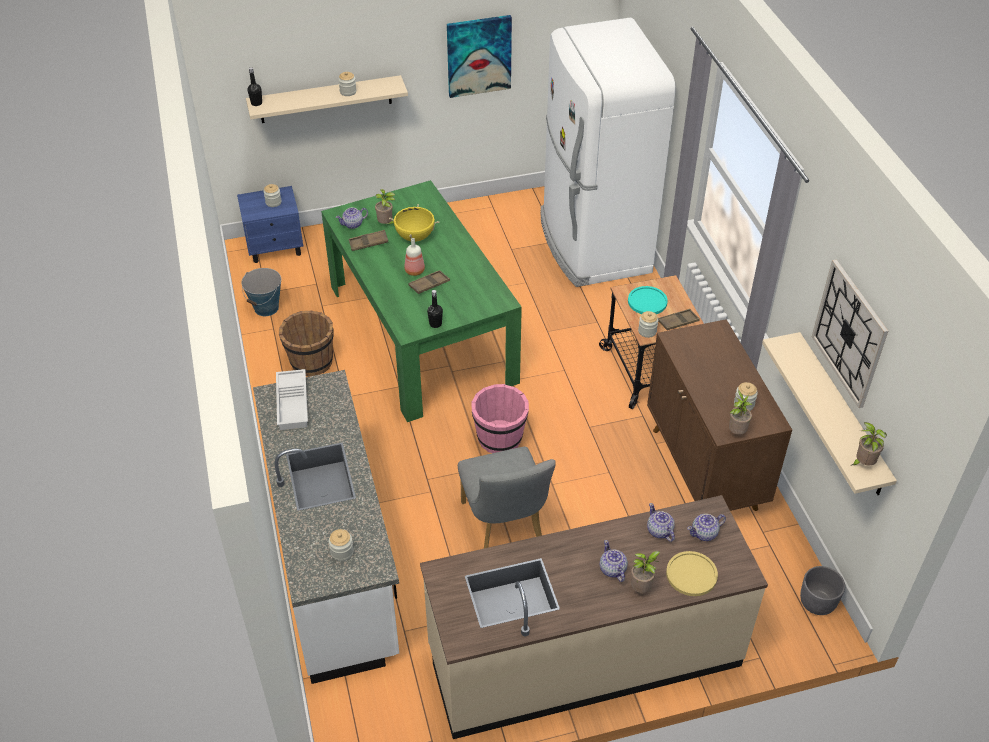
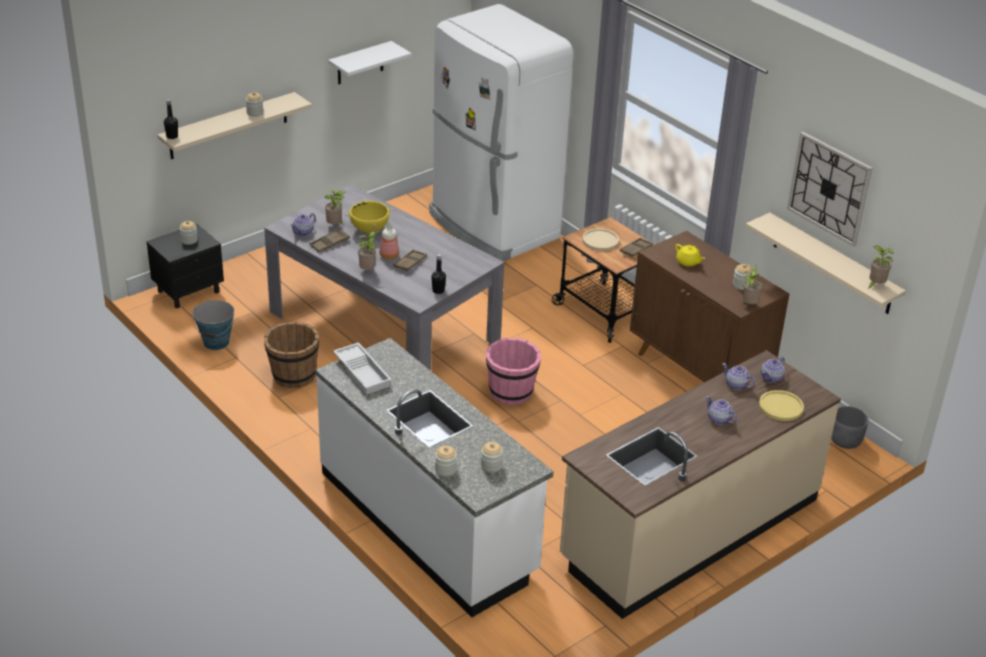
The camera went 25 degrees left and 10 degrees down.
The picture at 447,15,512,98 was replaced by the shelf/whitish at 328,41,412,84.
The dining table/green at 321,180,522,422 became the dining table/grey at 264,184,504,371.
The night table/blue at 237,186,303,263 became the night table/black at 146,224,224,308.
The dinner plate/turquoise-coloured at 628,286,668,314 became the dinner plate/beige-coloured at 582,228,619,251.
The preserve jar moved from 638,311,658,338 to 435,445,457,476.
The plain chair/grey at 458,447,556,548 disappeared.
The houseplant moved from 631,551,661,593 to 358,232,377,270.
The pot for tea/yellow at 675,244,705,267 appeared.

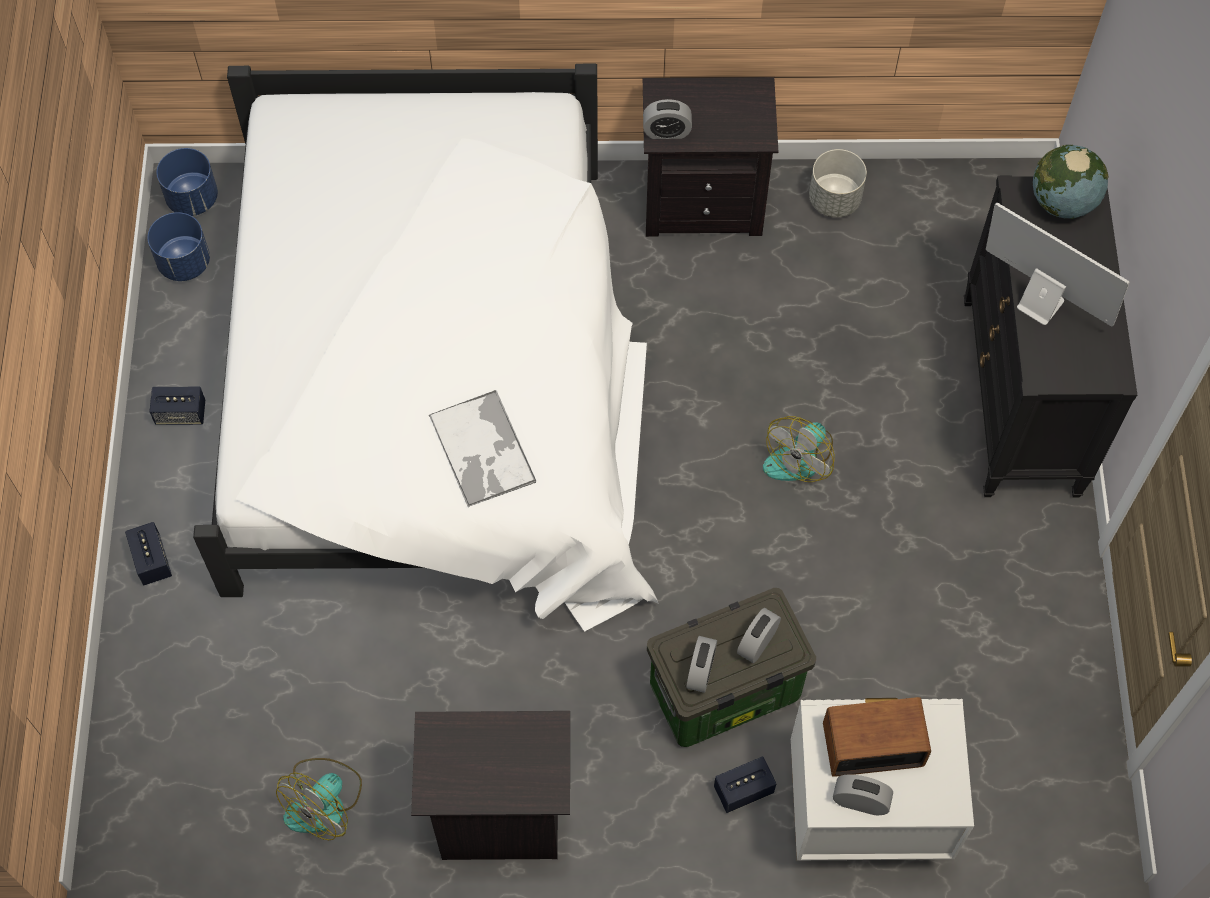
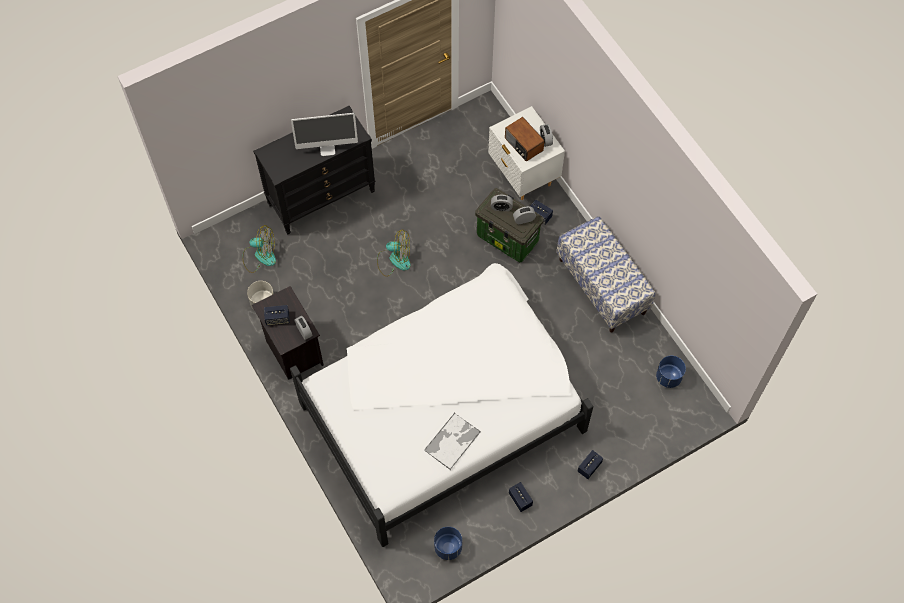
The camera went 120 degrees left and 0 degrees up.
The globe at 1033,145,1109,219 disappeared.
The planter/blue moved from 157,148,218,216 to 656,356,686,388.
The computer screen at 986,203,1130,326 turned 105 degrees counterclockwise.
The carrying tray moved from 429,390,536,507 to 424,413,481,470.
The night table/black at 411,711,570,860 was replaced by the indoor bench at 556,216,656,333.
The cooling fan moved from 276,758,362,840 to 242,225,276,273.
The speaker at 264,305,290,325 appeared.

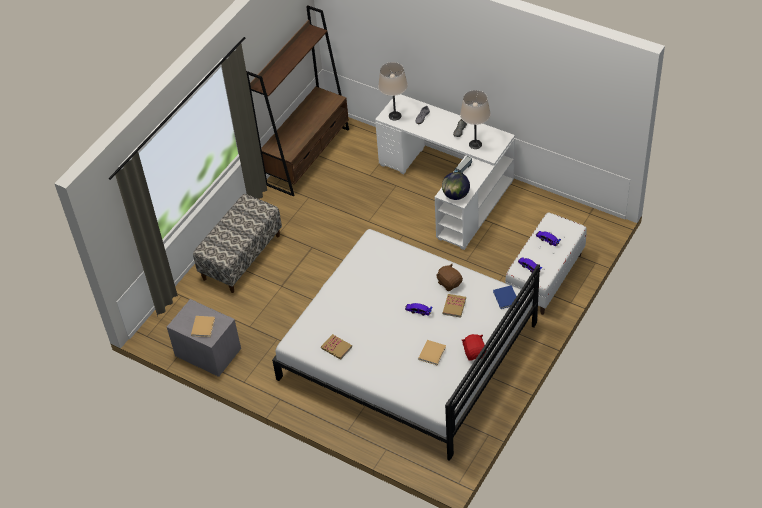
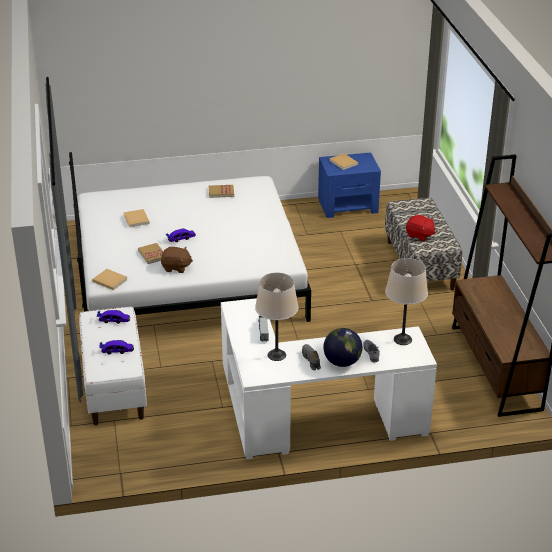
The camera went 135 degrees right and 15 degrees down.
The globe moved from 442,172,470,200 to 323,328,362,367.
The bound book/blue at 493,285,519,309 became the bound book/beige-coloured at 92,269,128,290.
The night table/grey at 167,299,241,377 became the night table/blue at 318,153,381,218.
The soft toy/red-coloured moved from 461,334,487,361 to 406,215,435,242.

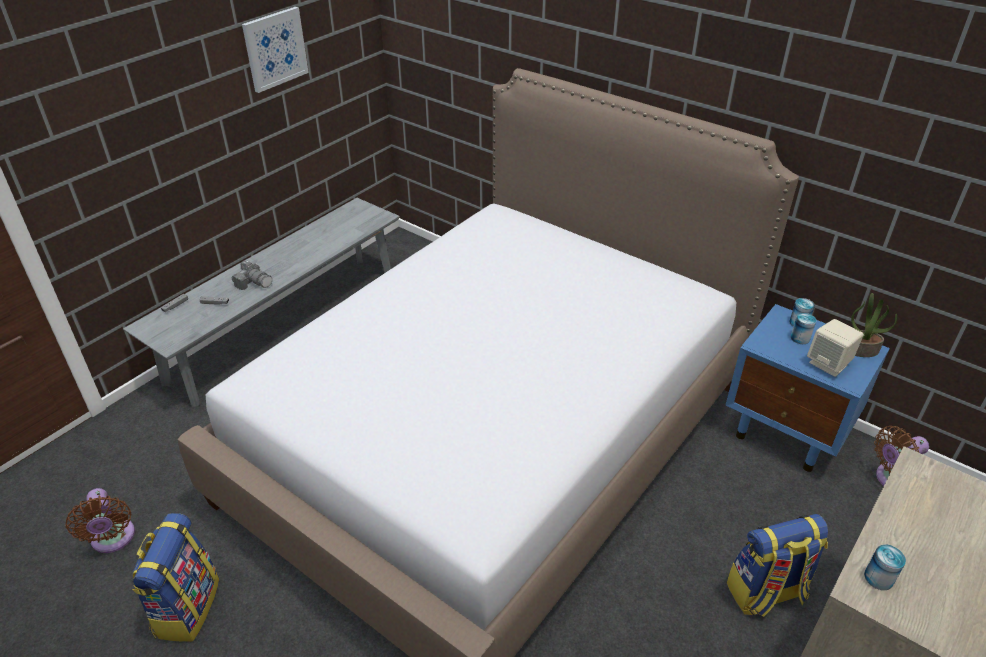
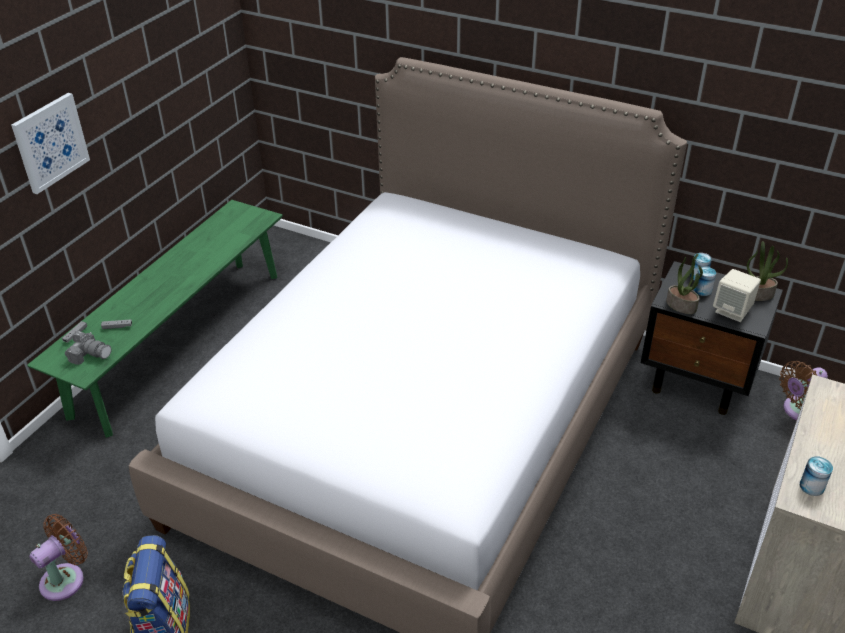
The camera went 10 degrees left and 0 degrees up.
The picture moved from 242,7,309,93 to 11,93,90,194.
The indoor bench/grey at 123,198,400,407 became the indoor bench/green at 27,200,283,438.
The still camera moved from 232,260,272,290 to 65,331,112,365.
The night table/blue at 726,304,890,472 became the night table/black at 641,261,783,415.
The cooling fan/brown-coloured at 66,488,135,553 turned 105 degrees counterclockwise.
The backpack at 727,514,828,617 disappeared.
The houseplant at 666,254,703,314 appeared.

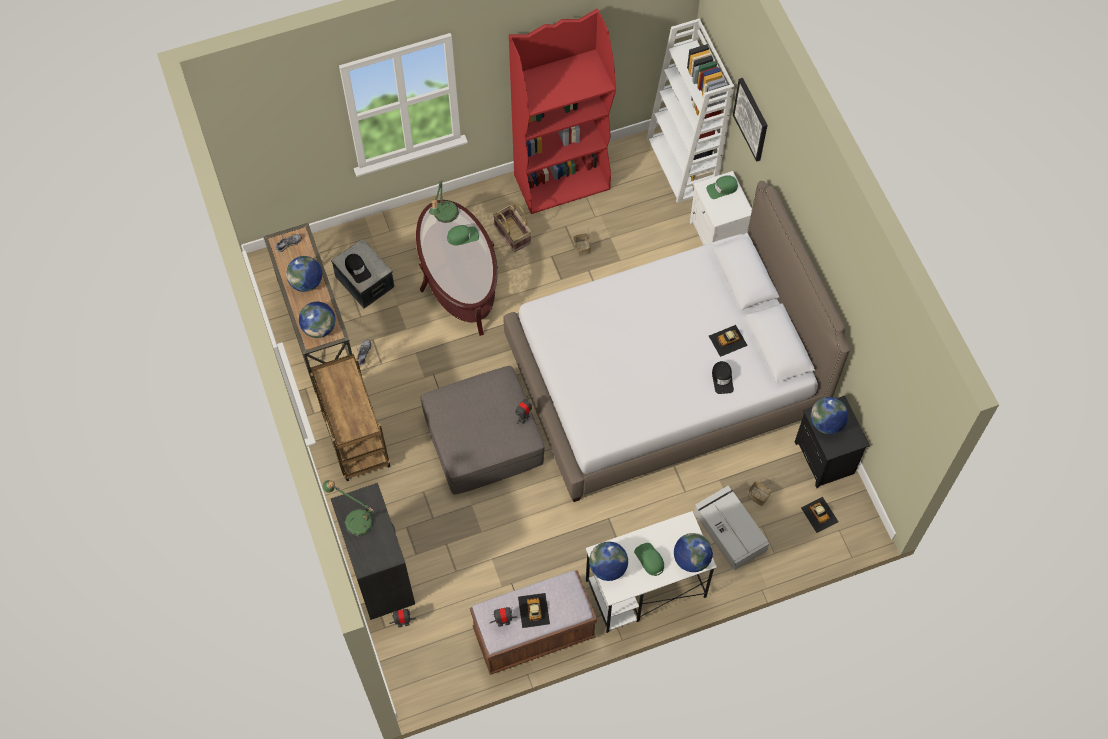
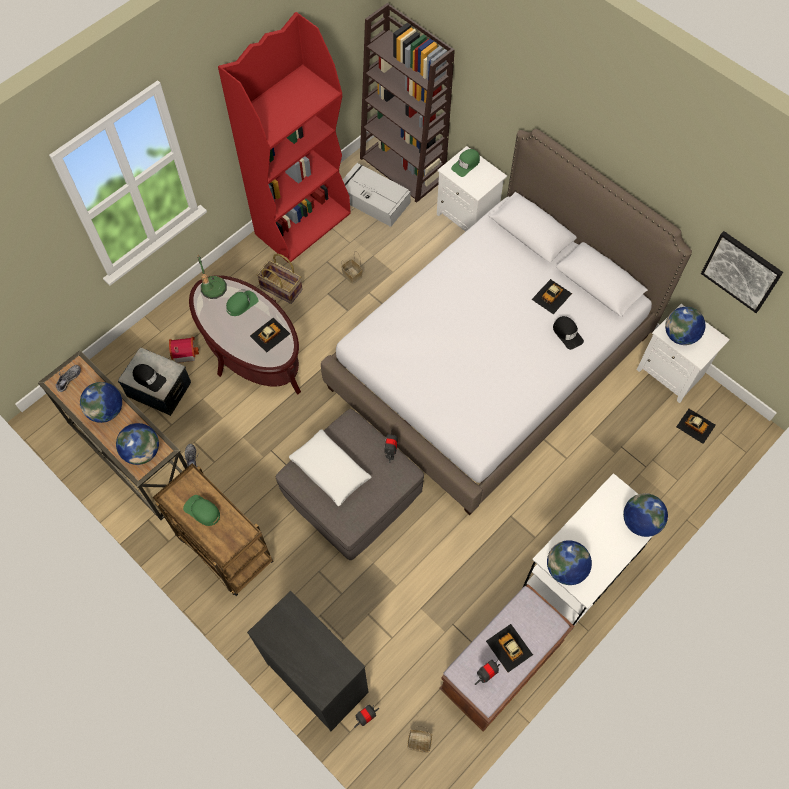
The camera went 25 degrees left and 0 degrees up.
The shelving unit/whitish at 647,18,734,203 became the shelving unit/brown-coloured at 360,3,455,203.
The picture moved from 733,78,768,162 to 701,231,783,313.
The night table/black at 795,396,870,488 became the night table/whitish at 637,304,730,403.
The storage basket moved from 748,475,771,506 to 407,726,432,753.
The lamp for a table at 322,480,375,536 disappeared.
The storage bin/grey moved from 694,485,769,570 to 343,163,411,227.
The baseball cap/green moved from 634,543,664,576 to 183,495,220,526.
The toy car at 250,317,290,353 appeared.
The model house at 169,337,199,363 appeared.
The cushion/whitish at 289,429,371,506 appeared.

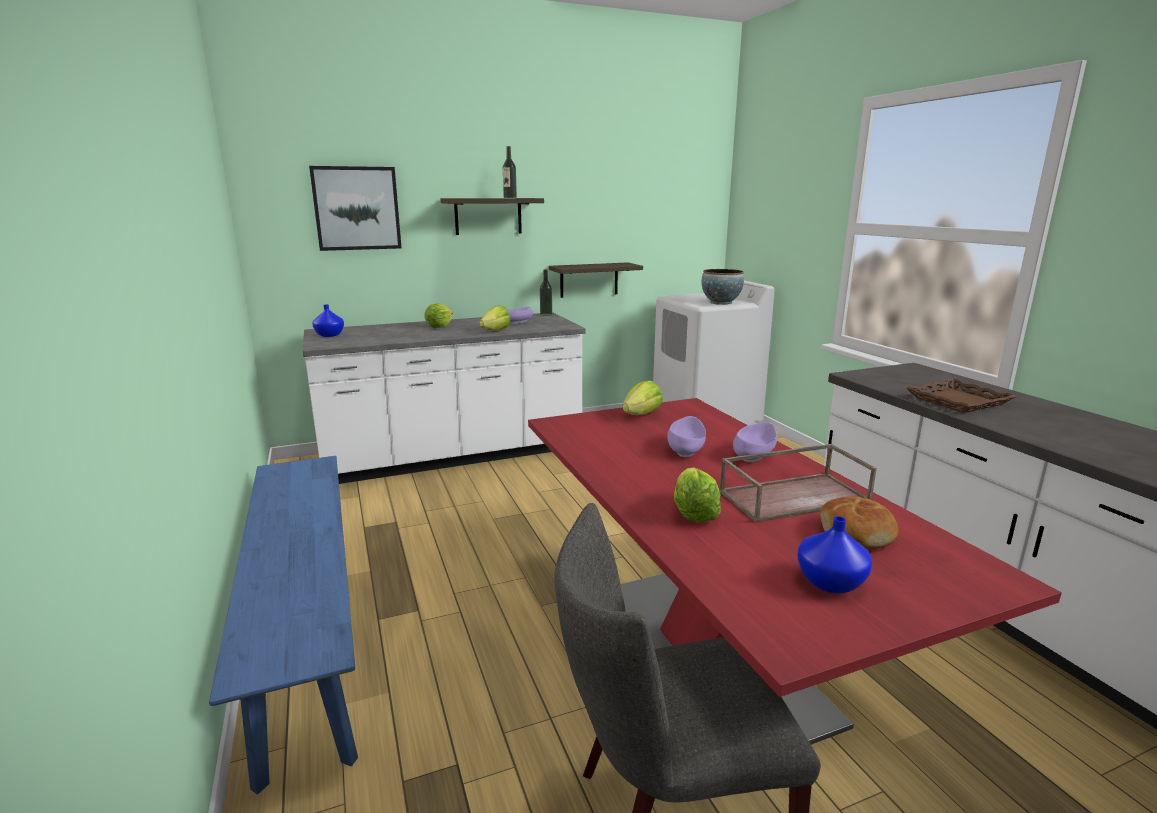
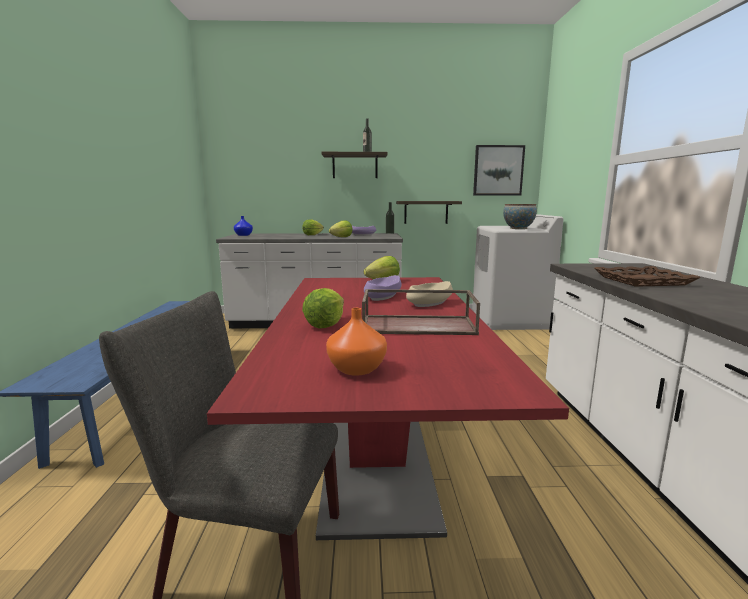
The camera went 20 degrees right and 5 degrees down.
The picture moved from 309,166,402,251 to 473,145,525,196.
The serving bowl/purple at 733,422,777,462 became the serving bowl/beige-coloured at 406,281,453,307.
The bread at 820,497,899,549 disappeared.
The decorative vase/blue at 798,516,873,594 became the decorative vase/orange at 326,308,387,376.

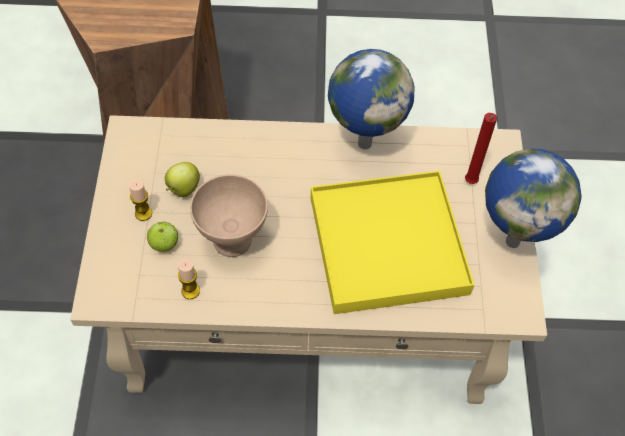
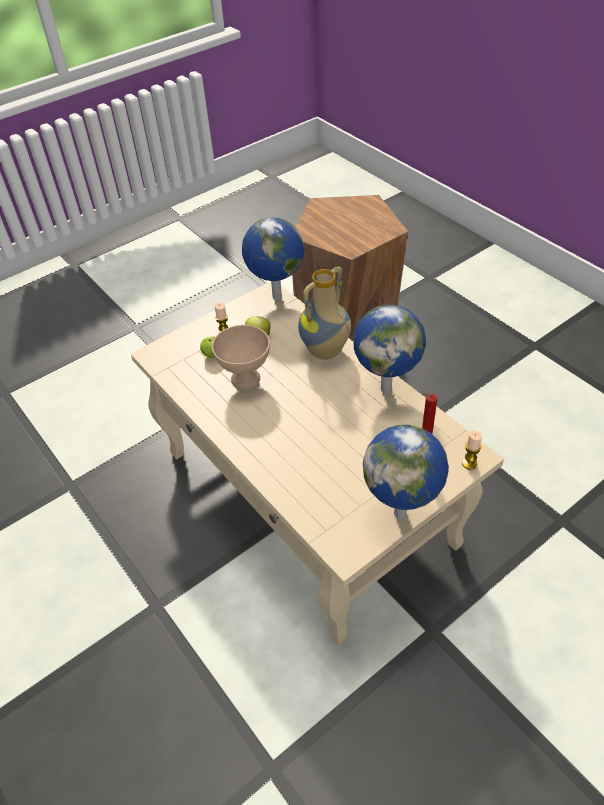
The camera went 55 degrees right and 10 degrees down.
The carrying tray/yellow at 310,171,474,314 disappeared.
The wax candle moved from 178,259,200,299 to 462,430,482,469.
The globe at 242,217,304,300 appeared.
The decorative vase at 298,267,351,360 appeared.

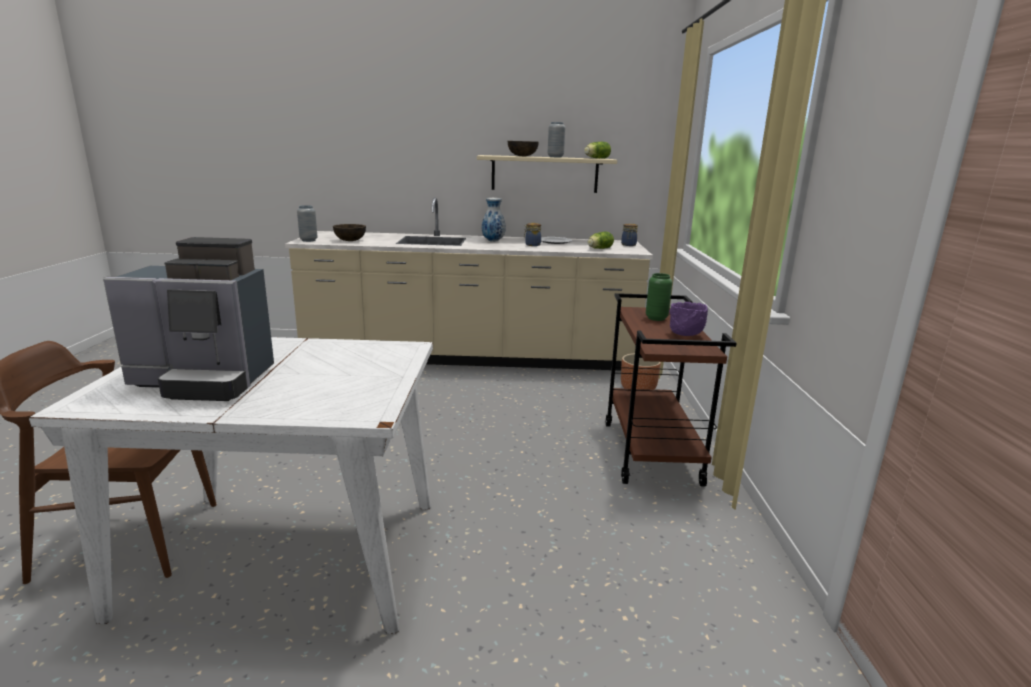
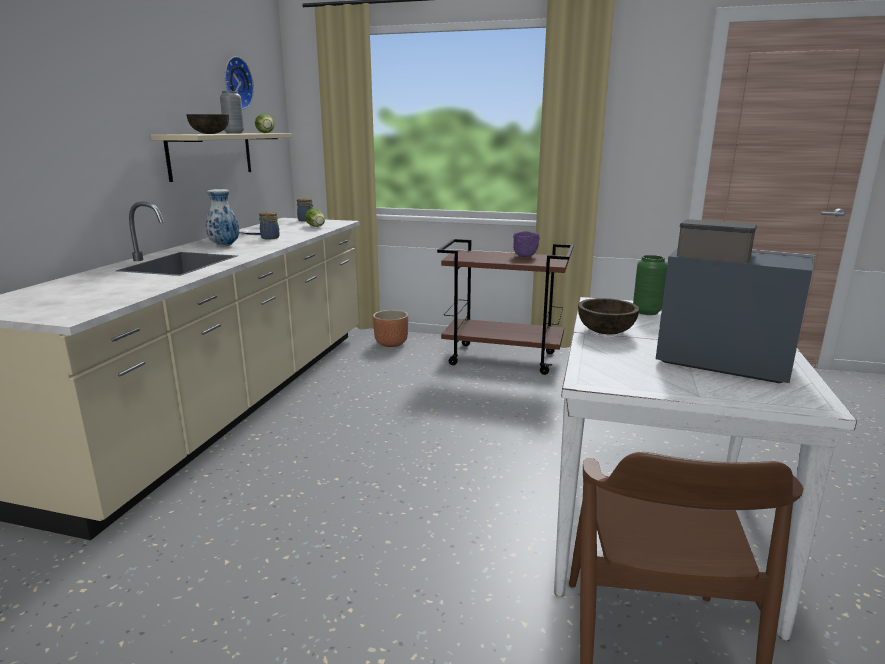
The camera went 75 degrees left and 0 degrees up.
The decorative vase/grey at 297,205,318,242 disappeared.
The serving bowl/brown-coloured moved from 333,224,366,241 to 578,298,639,335.
The coffee machine at 103,237,274,401 turned 75 degrees counterclockwise.
The decorative vase/green moved from 646,273,672,321 to 633,255,667,315.
The clock on the wall at 225,56,254,109 appeared.

